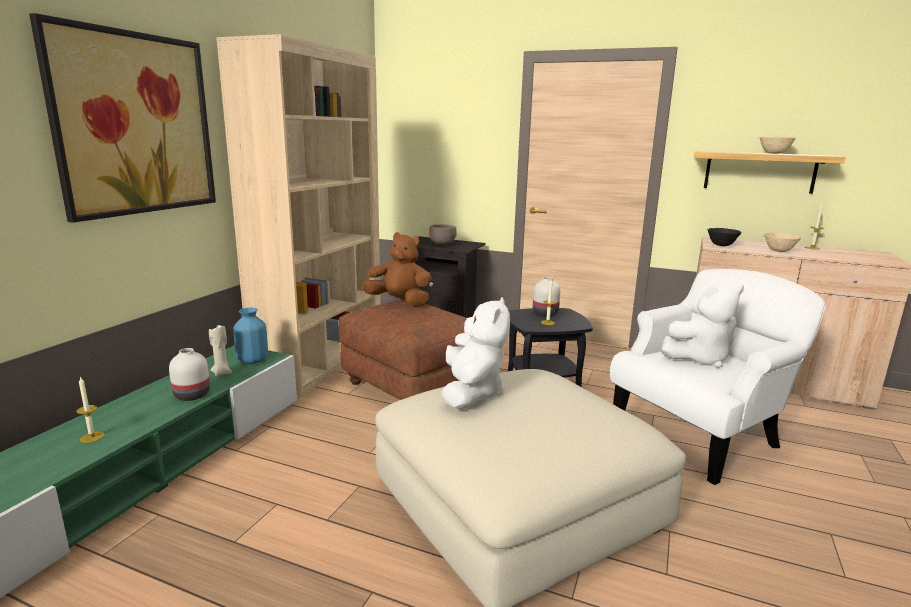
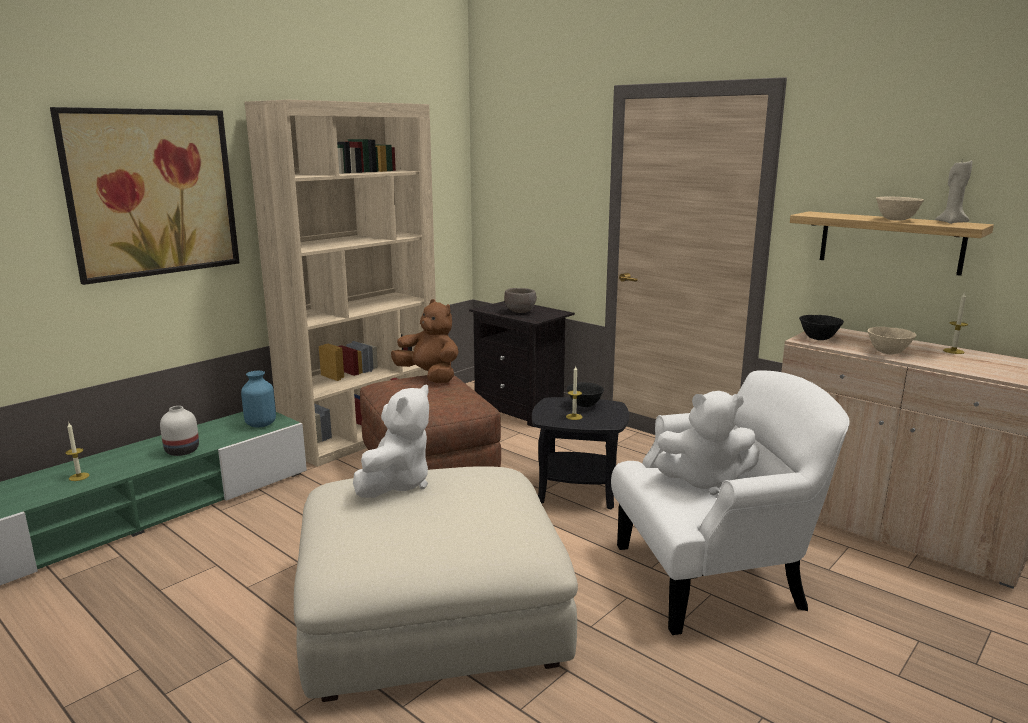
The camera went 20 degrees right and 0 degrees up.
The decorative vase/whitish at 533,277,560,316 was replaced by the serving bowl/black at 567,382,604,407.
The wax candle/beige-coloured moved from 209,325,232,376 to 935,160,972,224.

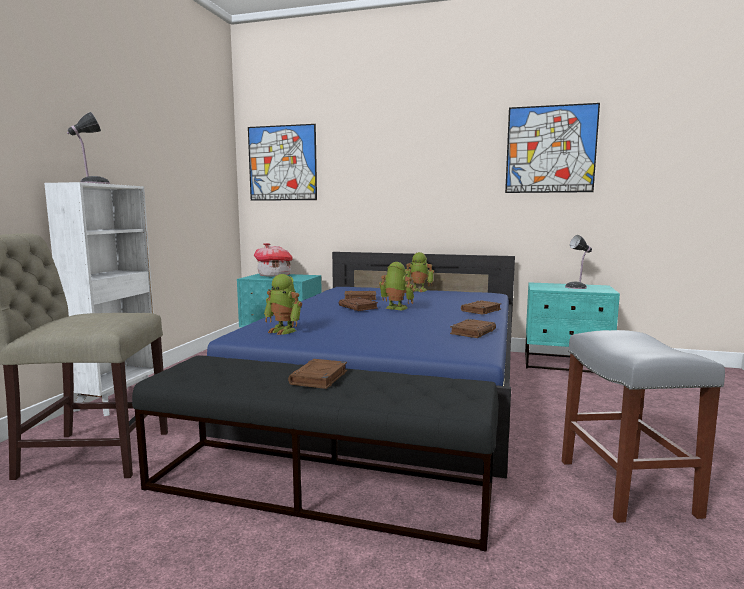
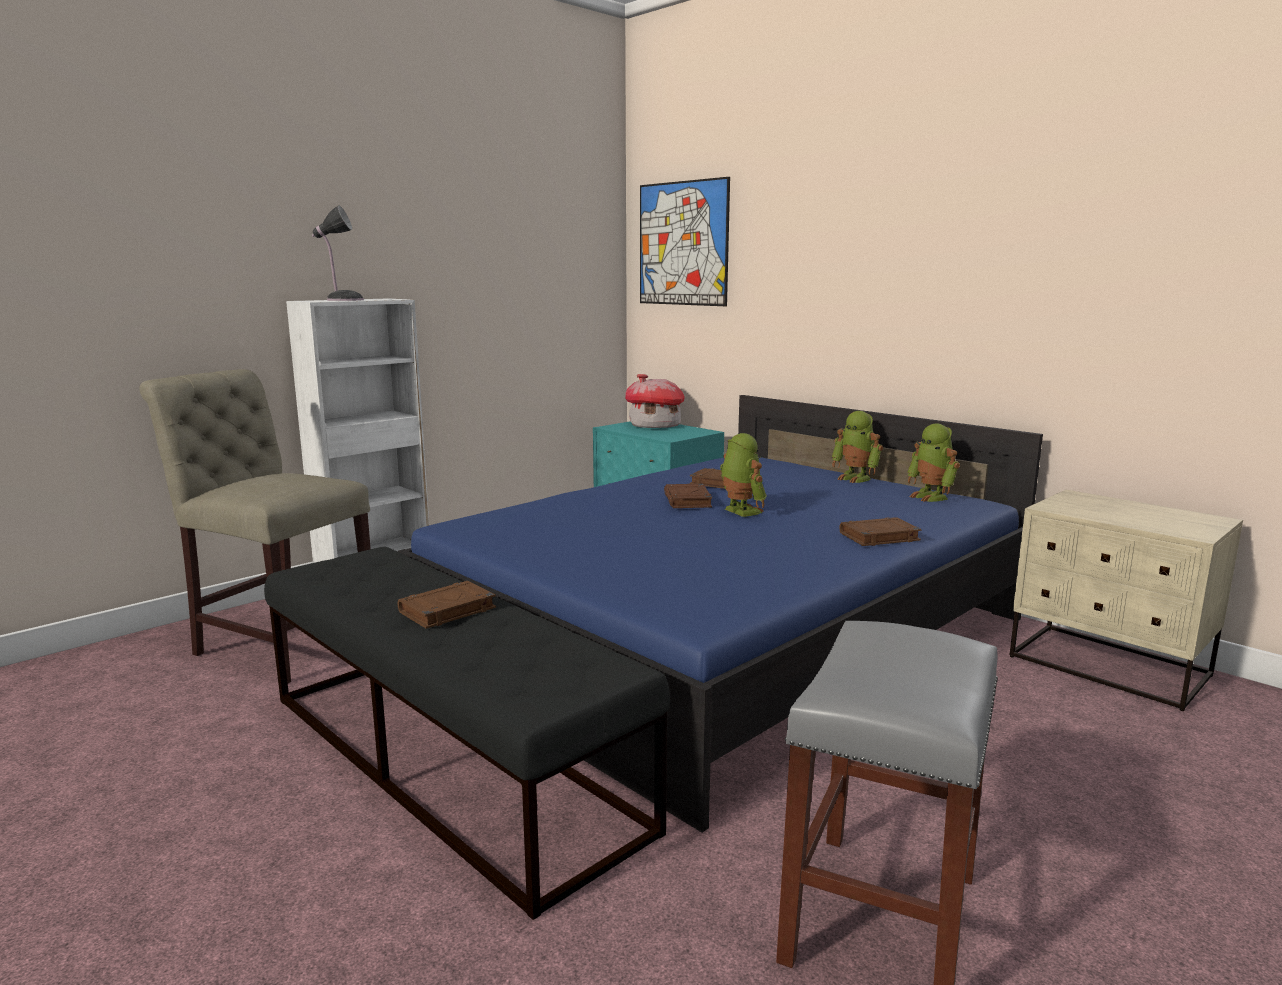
The camera went 30 degrees right and 5 degrees up.
The picture at 505,103,600,193 disappeared.
The lamp for a table at 565,235,592,289 disappeared.
The robot figure moved from 264,274,302,335 to 907,423,960,502.
The night table/turquoise-coloured at 525,282,620,373 became the night table/beige-coloured at 1010,490,1243,711.
The bound book/brown-coloured at 450,319,496,338 disappeared.

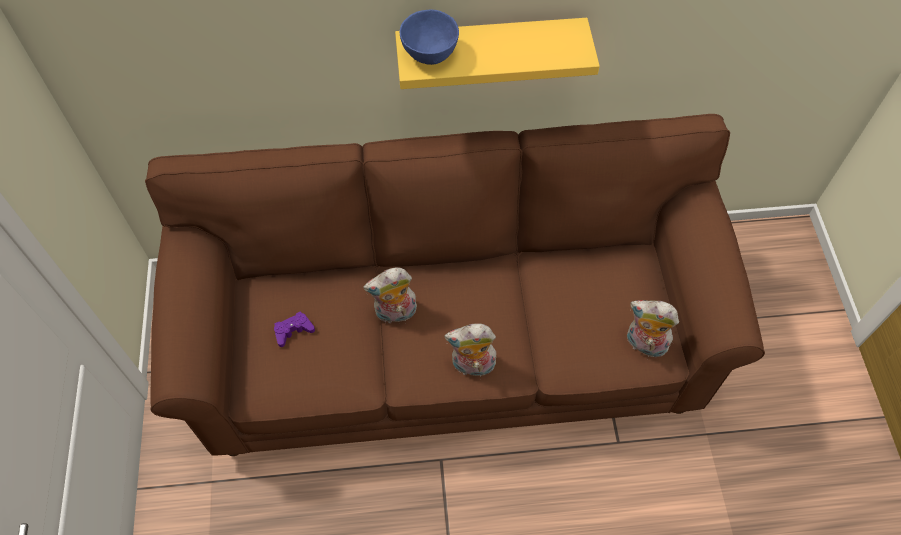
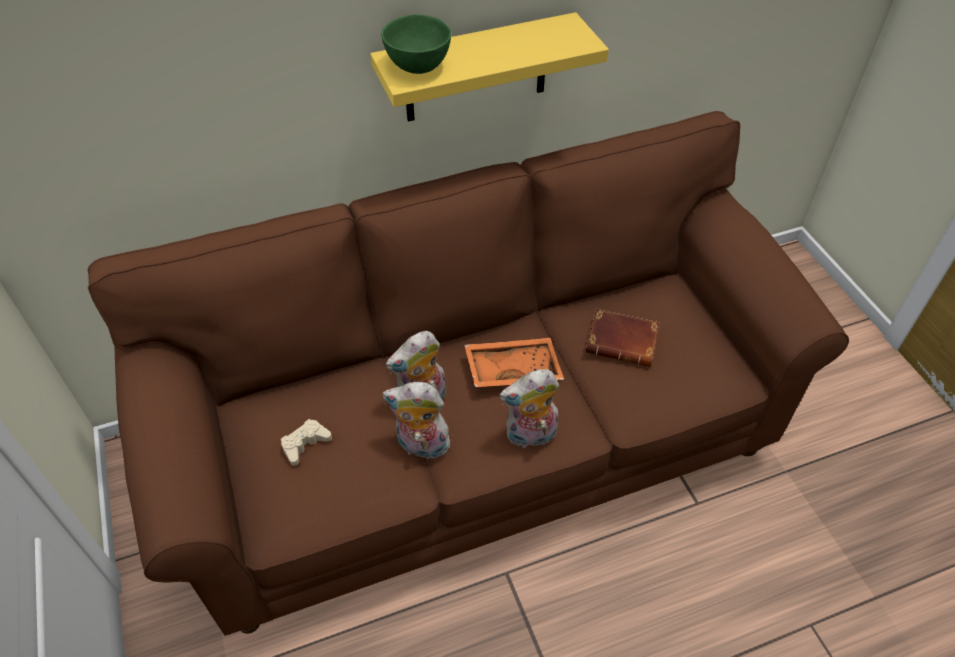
The camera went 15 degrees left and 10 degrees down.
The serving bowl/blue at 400,10,459,65 became the serving bowl/green at 381,14,451,74.
The soft toy moved from 627,300,679,357 to 382,382,453,463.
The game controller/purple at 274,312,315,347 became the game controller/beige-coloured at 281,419,332,466.
The bound book/brown-coloured at 585,309,660,367 appeared.
The carrying tray/orange at 464,338,564,387 appeared.

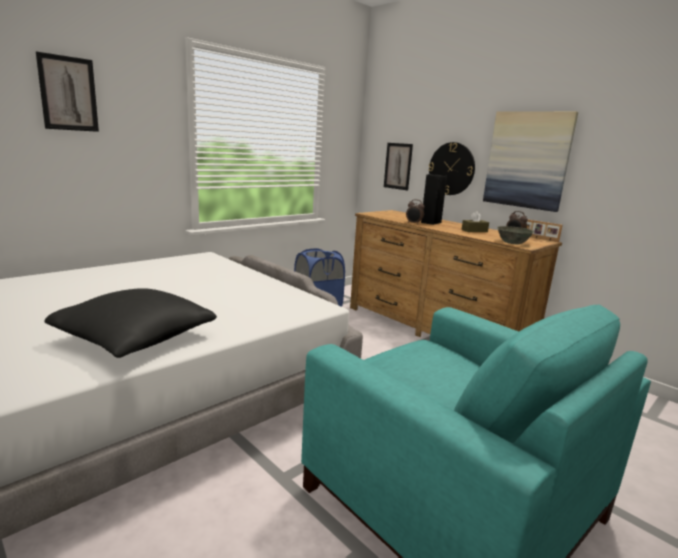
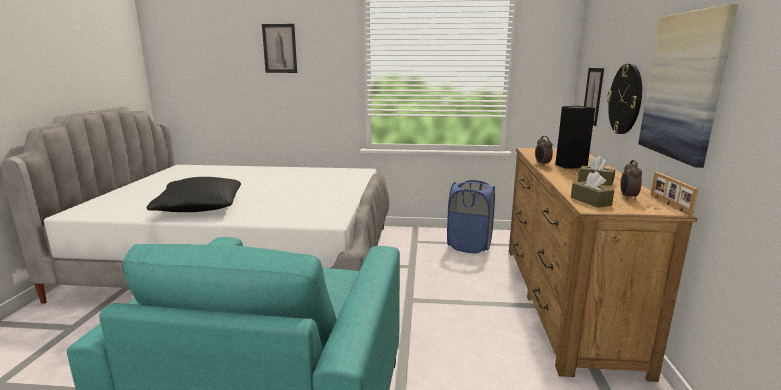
The camera went 50 degrees right and 0 degrees up.
The serving bowl/grey at 497,226,534,244 was replaced by the box of tissues/brown-coloured at 571,171,614,208.

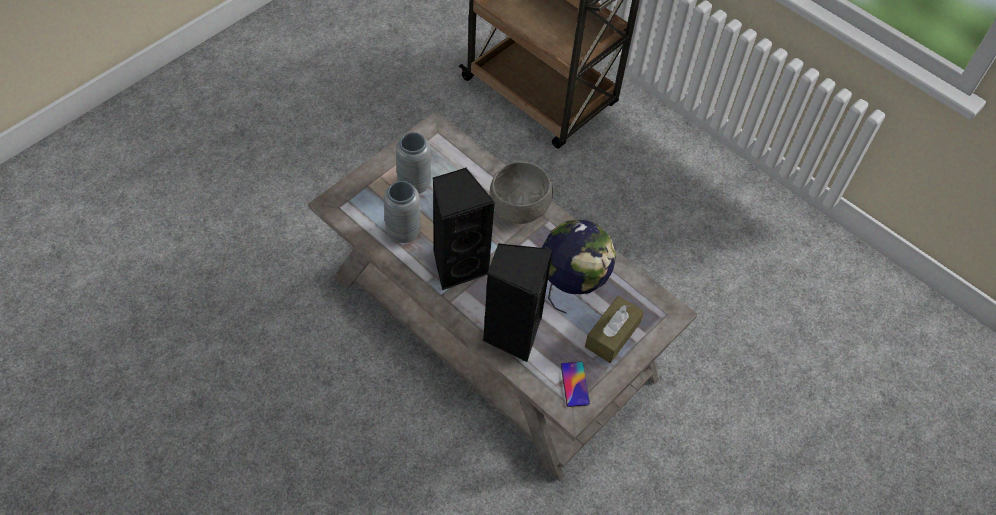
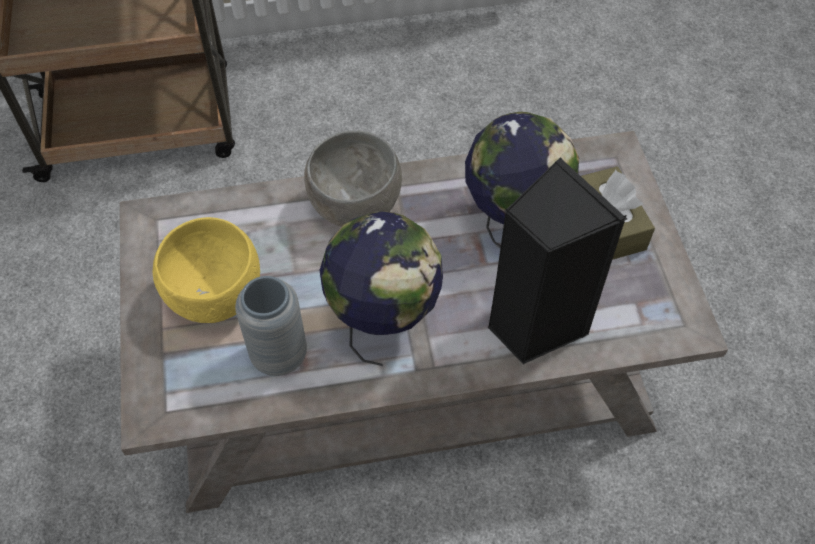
The camera went 50 degrees left and 0 degrees up.
The decorative vase/grey at 396,132,431,194 was replaced by the serving bowl/yellow at 153,217,260,323.
The speaker/black at 433,167,495,290 was replaced by the globe at 319,211,443,366.
The telephone at 561,362,590,407 disappeared.

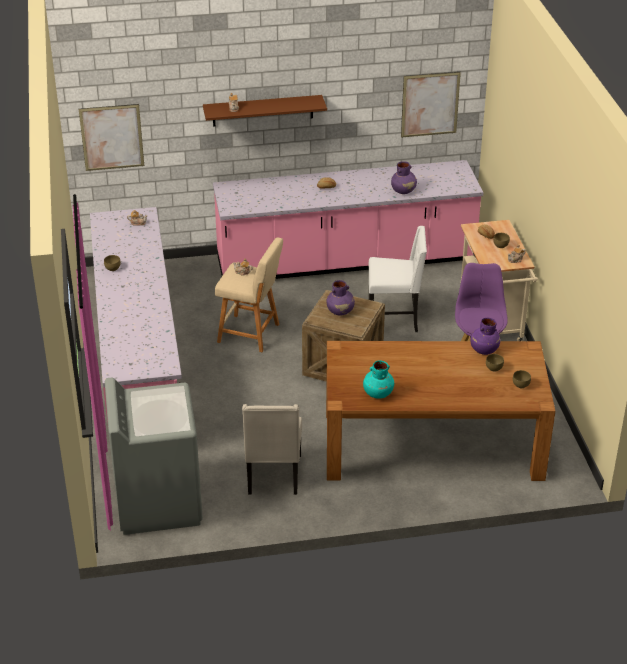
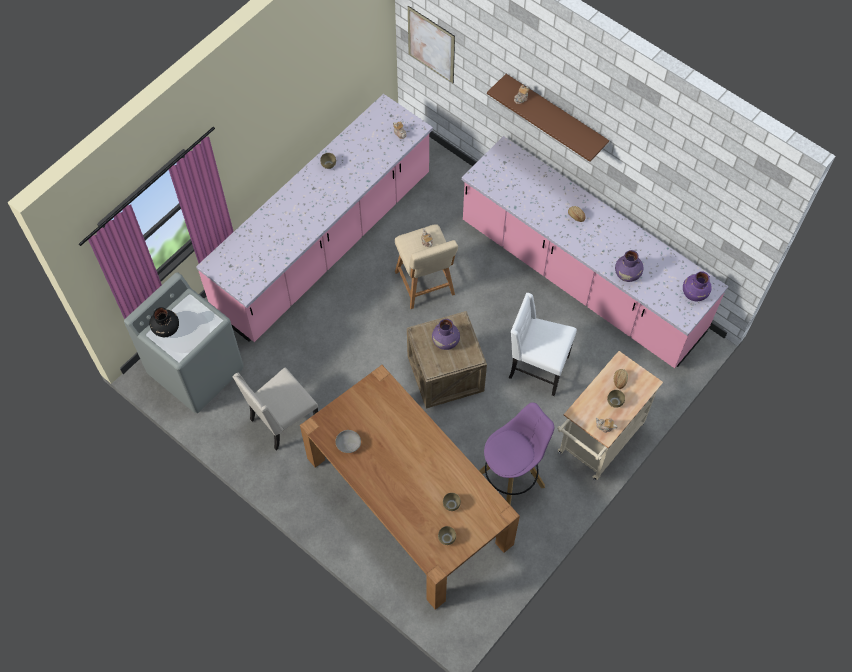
The camera went 50 degrees right and 25 degrees up.
The picture at 401,72,461,138 disappeared.
The plain chair/whitish at 368,226,427,332 turned 150 degrees clockwise.
The decorative vase/purple moved from 470,318,500,355 to 683,271,712,301.
The decorative vase/turquoise-coloured at 363,360,394,399 was replaced by the serving bowl/grey at 335,430,361,453.
The decorative vase/black at 149,307,179,337 appeared.

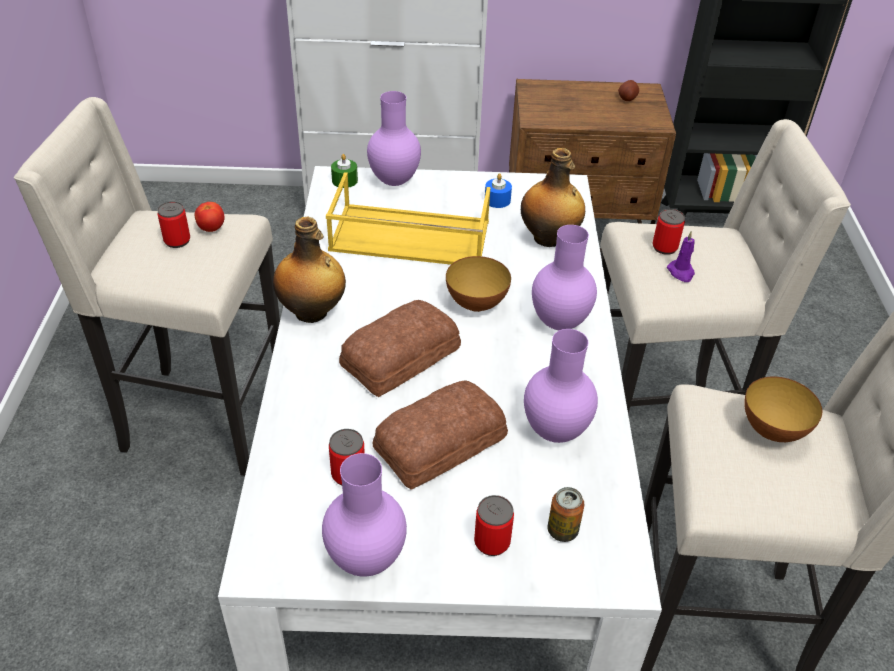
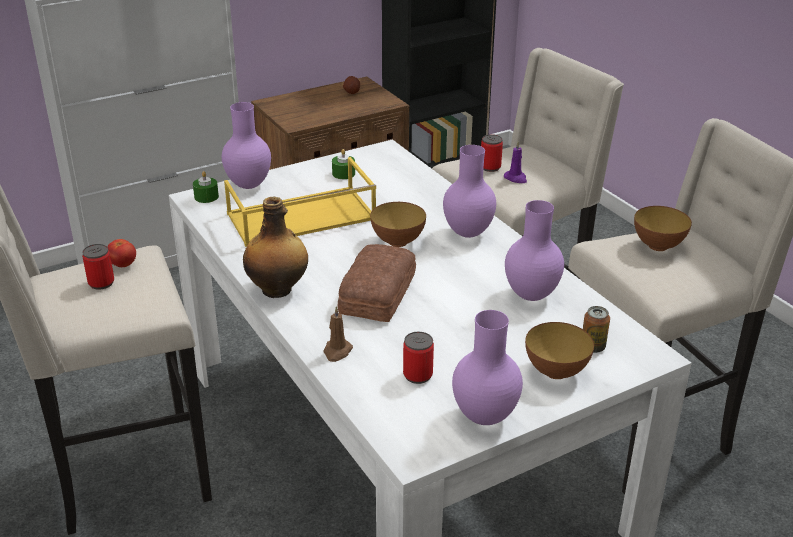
The camera went 30 degrees left and 10 degrees down.
The drink bottle at 521,148,585,247 disappeared.
The wax candle/blue at 485,173,512,208 became the wax candle/green at 332,149,355,179.
The bread at 373,380,508,490 disappeared.
The can at 474,495,514,556 was replaced by the serving bowl at 525,322,594,379.
The wax candle/brown-coloured at 324,306,353,362 appeared.

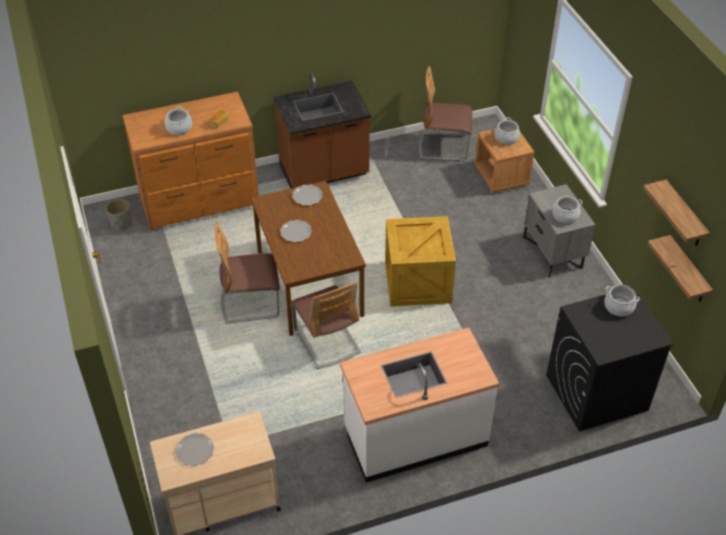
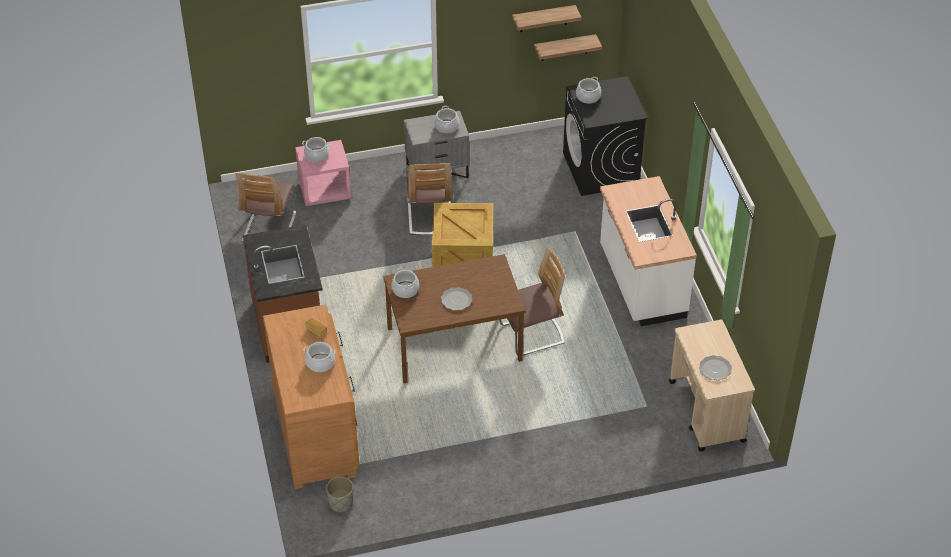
The camera went 85 degrees left and 0 degrees up.
The night table/brown-coloured at 475,128,534,193 became the night table/pink-coloured at 295,140,351,206.
The dinner plate at 292,185,323,205 was replaced by the cooking pot at 391,267,419,298.
The plain chair moved from 215,221,280,324 to 406,163,453,235.

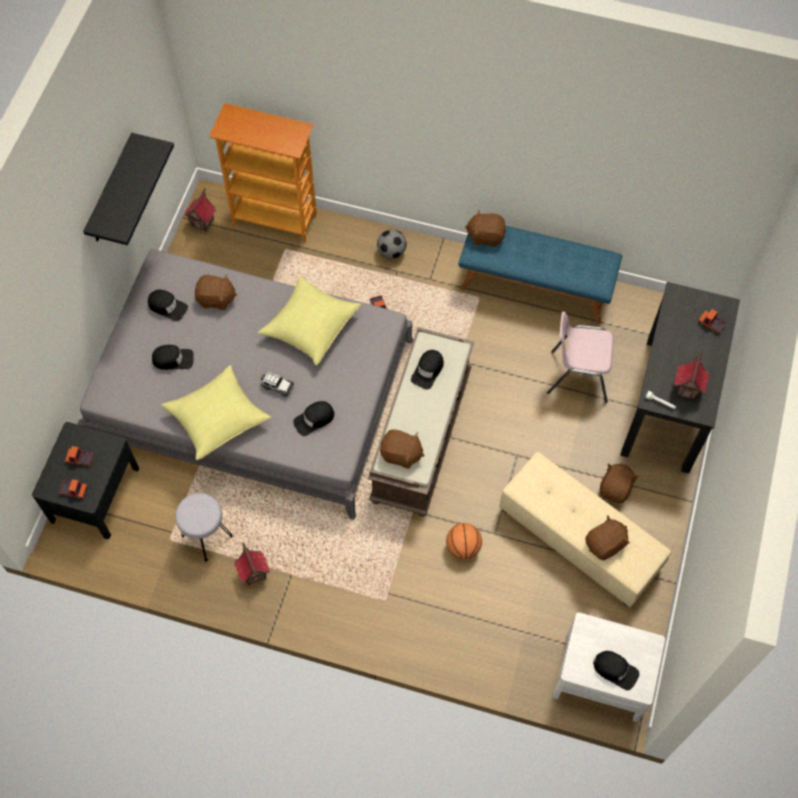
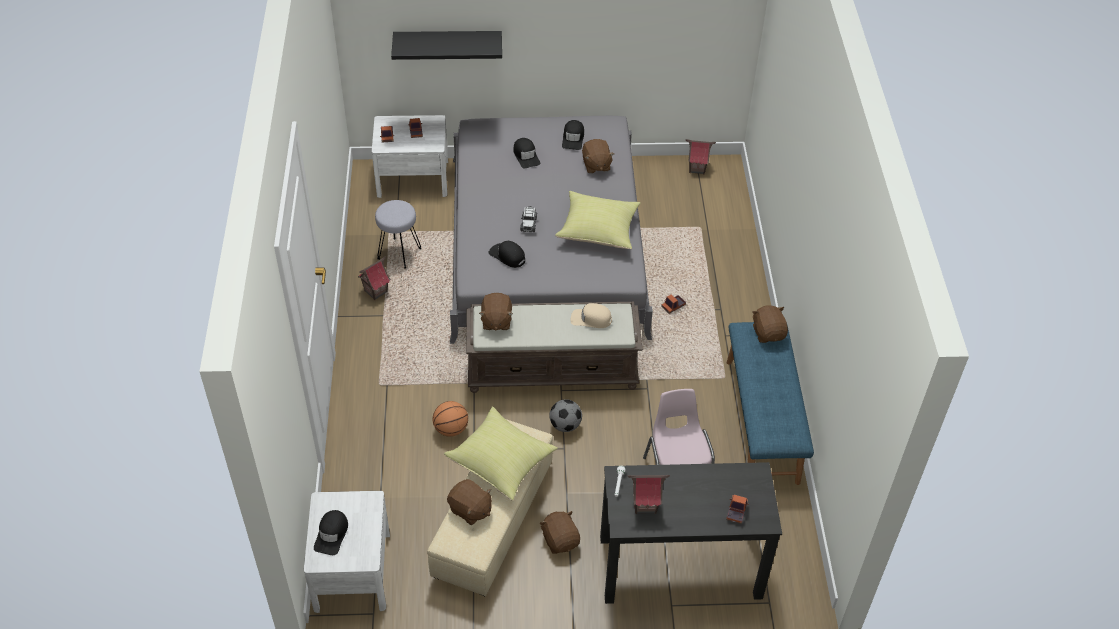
The camera went 70 degrees right and 15 degrees down.
The shelving unit at 209,103,317,243 disappeared.
The shelf/black moved from 83,133,174,245 to 391,31,502,60.
The ball for football moved from 377,229,407,259 to 549,399,582,432.
The baseball cap/black at 411,350,444,390 became the baseball cap/beige-coloured at 571,303,612,328.
The cushion/yellow moved from 161,365,271,460 to 444,407,558,501.
The night table/black at 32,422,139,539 became the night table/whitish at 372,115,448,198.
The soft toy/brown-coloured at 600,463,639,503 turned 120 degrees counterclockwise.

